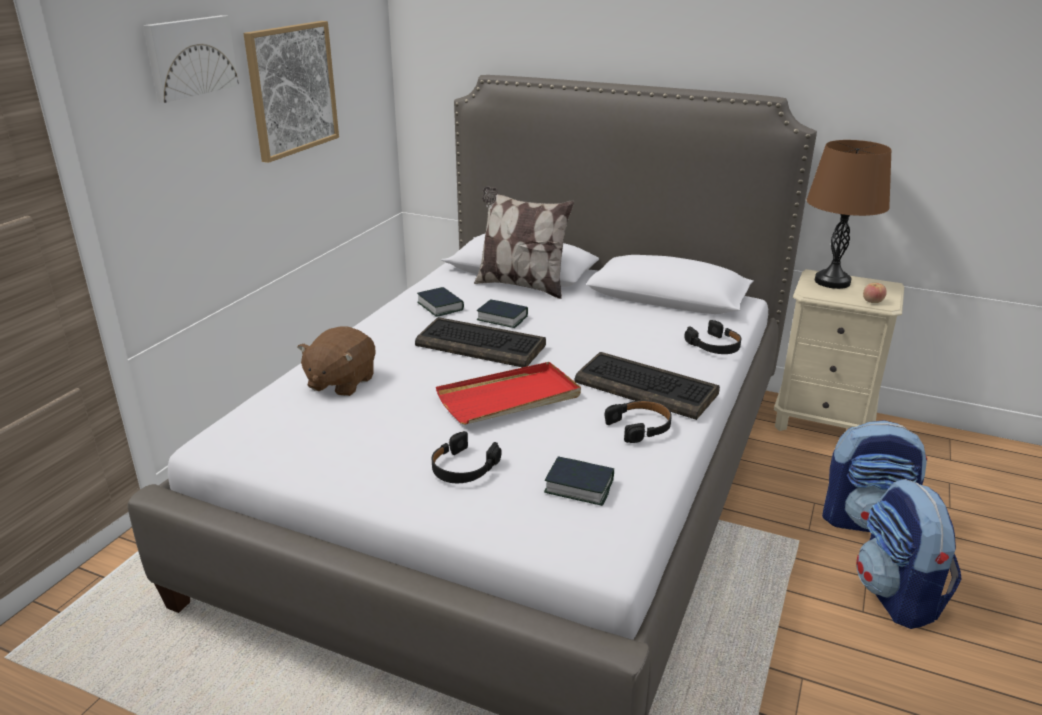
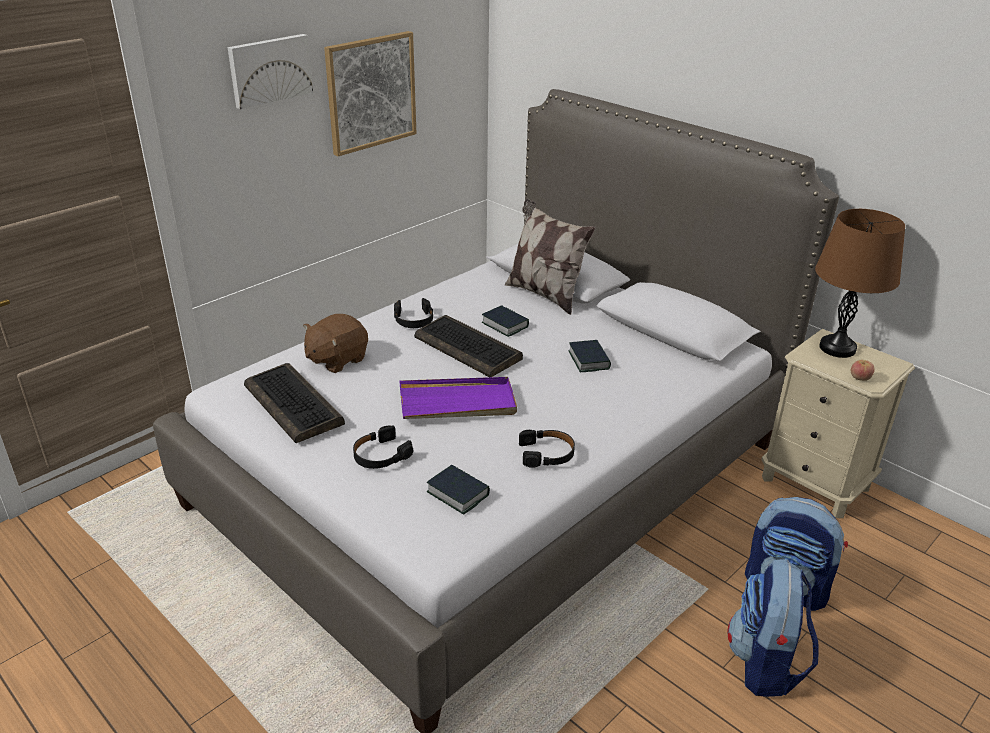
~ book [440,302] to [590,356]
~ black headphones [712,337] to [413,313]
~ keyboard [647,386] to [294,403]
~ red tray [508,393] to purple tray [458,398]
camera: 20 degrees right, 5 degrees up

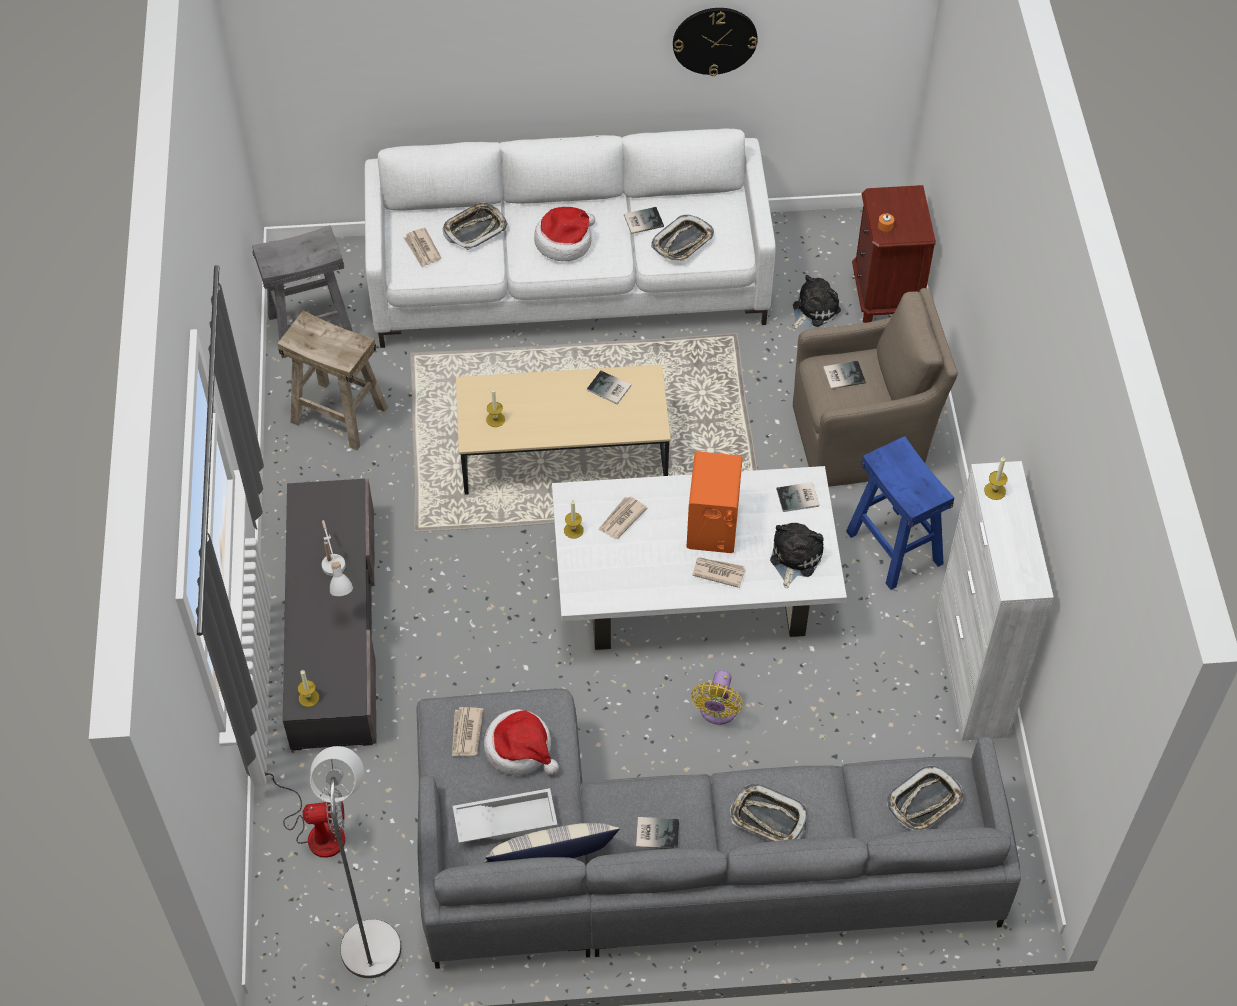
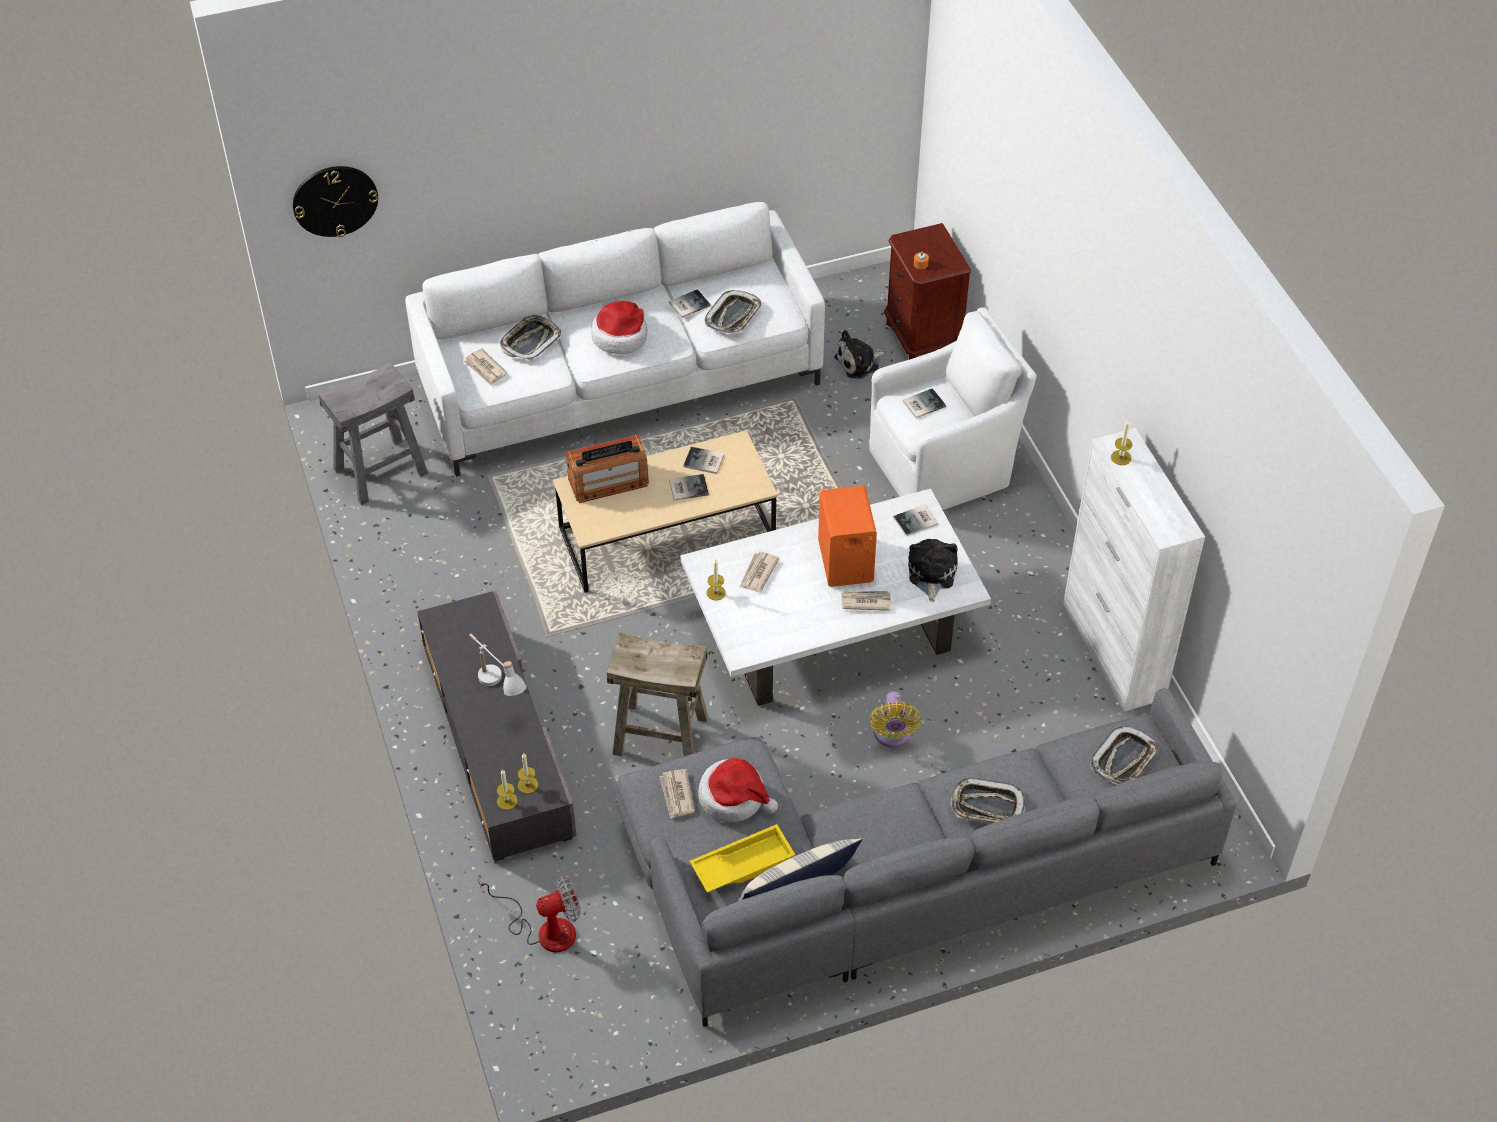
~ wall clock [715,42] to [335,201]
~ plush toy [817,302] = [859,354] 150 degrees counterclockwise
~ brown armchair [875,387] to white armchair [953,408]
~ beige stool [332,380] to [657,694]
~ candle [495,407] to [528,773]
- blue stool [900,513]
- grey floor lamp [355,862]
~ white tray [505,815] to yellow tray [742,858]
~ book [657,833] to [689,487]
+ radio [607,469]
camera: 15 degrees left, 5 degrees down

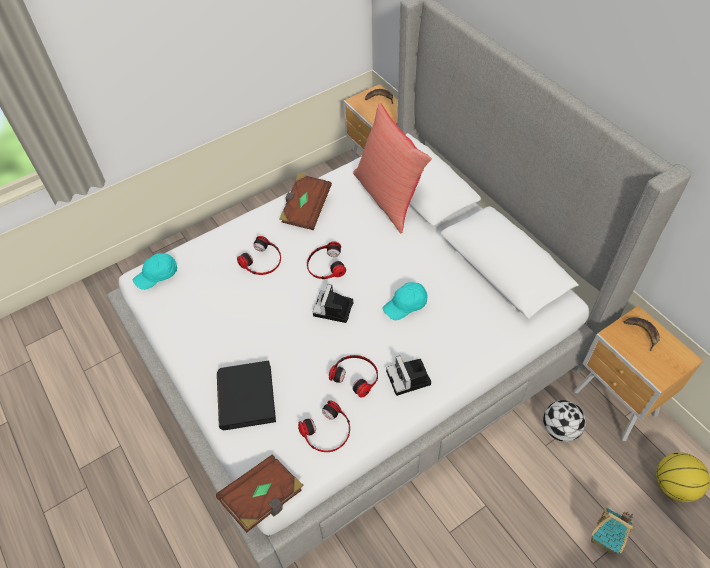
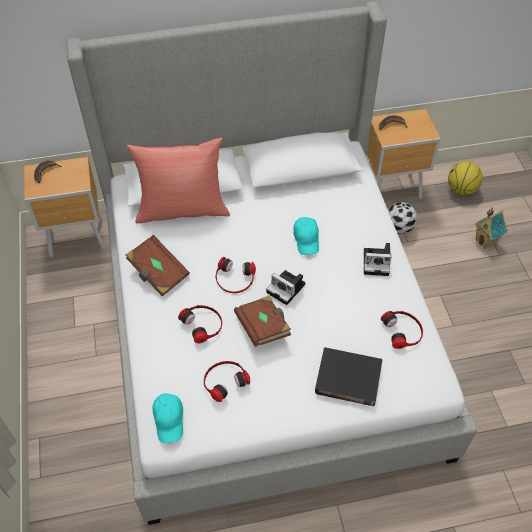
~ headphones [353,376] to [227,381]
~ brown book [260,494] to [262,321]
camera: 70 degrees left, 0 degrees up

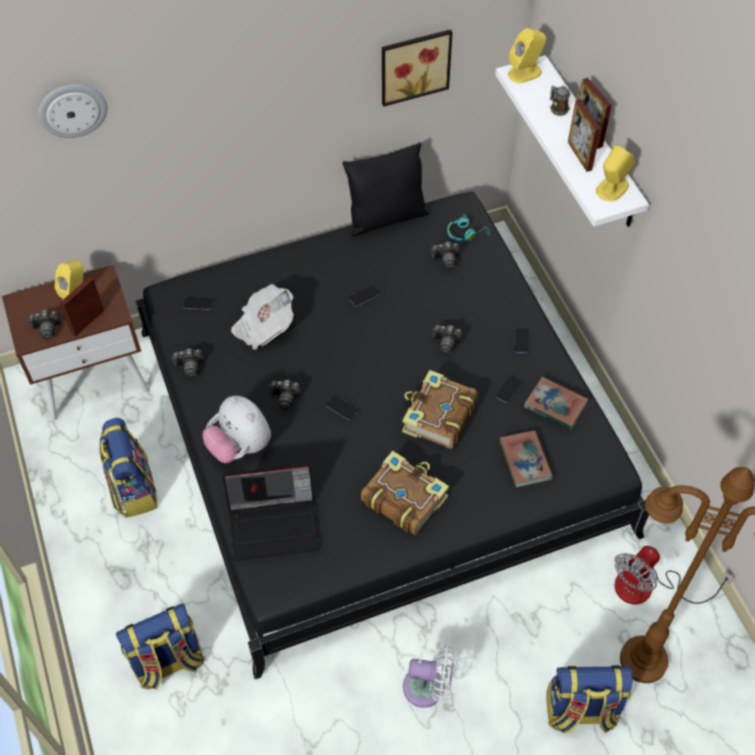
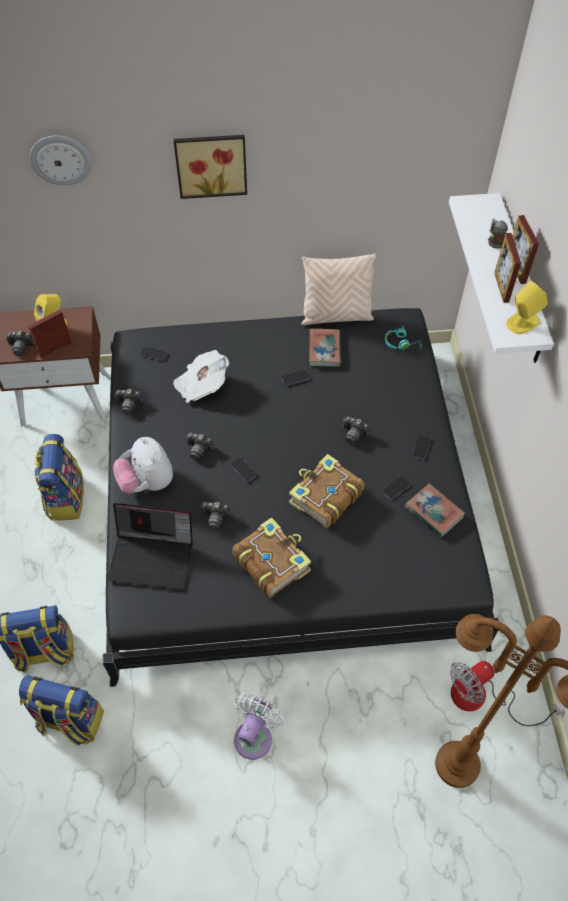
- yellow speaker [527,55]
~ picture [417,68] to [210,167]
~ black pillow [385,189] to beige pillow [339,289]
~ photo camera [445,255] to [215,516]
~ book [526,459] to [325,348]
~ white fan [429,676] = [259,727] 90 degrees counterclockwise
~ backpack [590,699] to [61,710]
camera: 15 degrees right, 0 degrees up

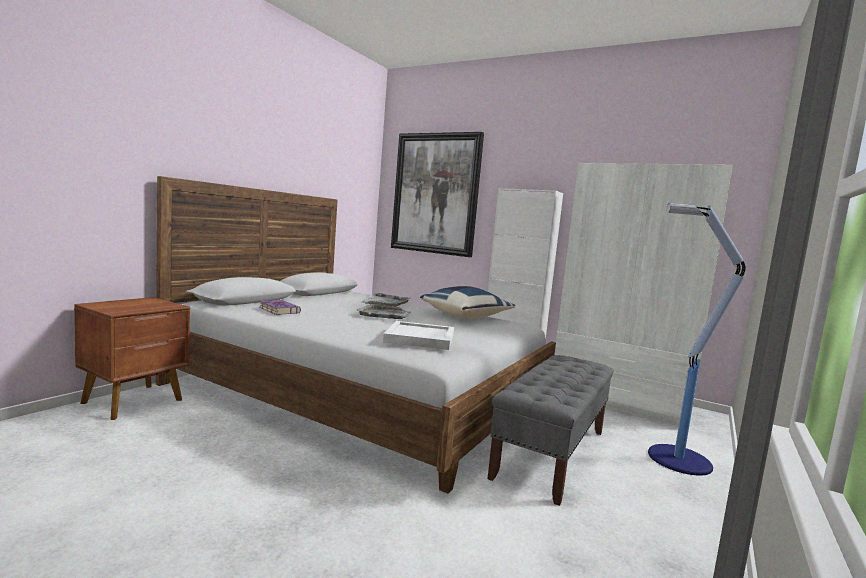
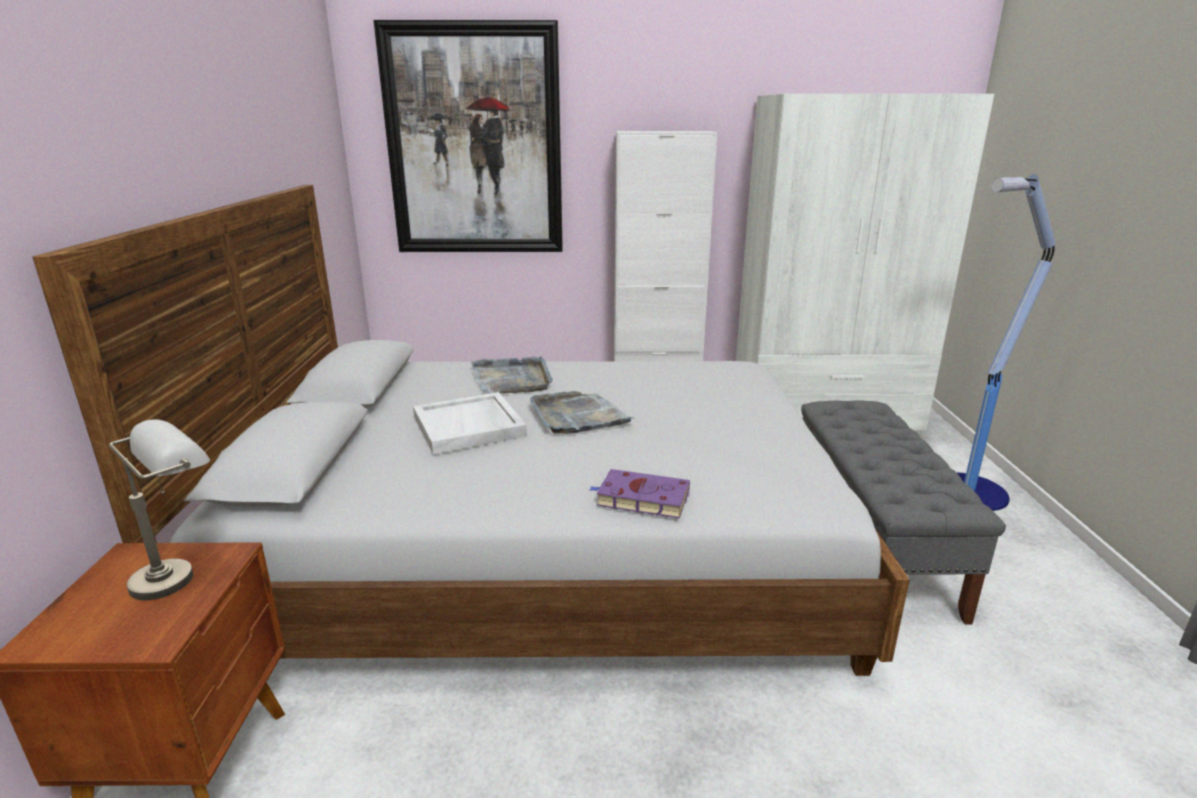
- blue pillow [467,302]
~ purple book [280,307] to [639,494]
~ white tray [418,335] to [470,423]
+ grey table lamp [159,509]
camera: 30 degrees left, 15 degrees up

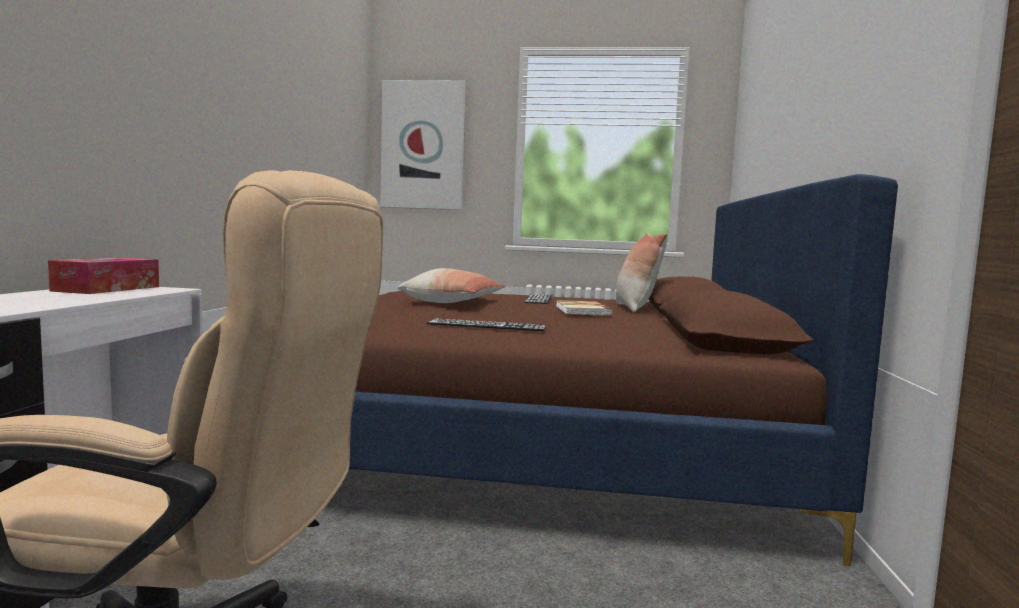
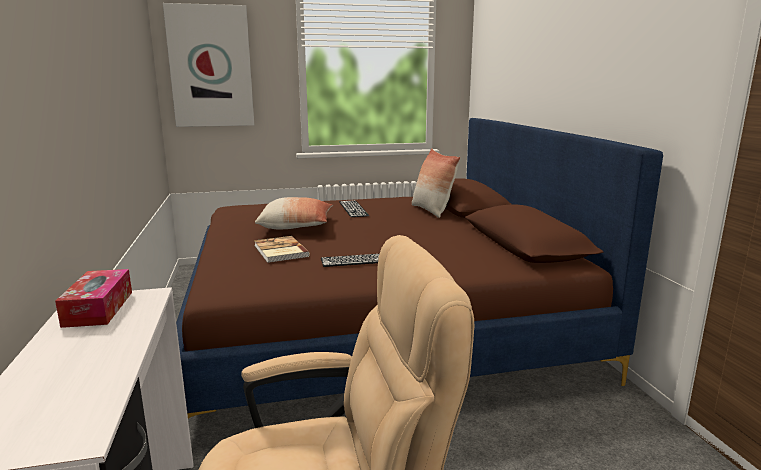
~ book [584,308] to [282,249]
camera: 20 degrees left, 10 degrees up

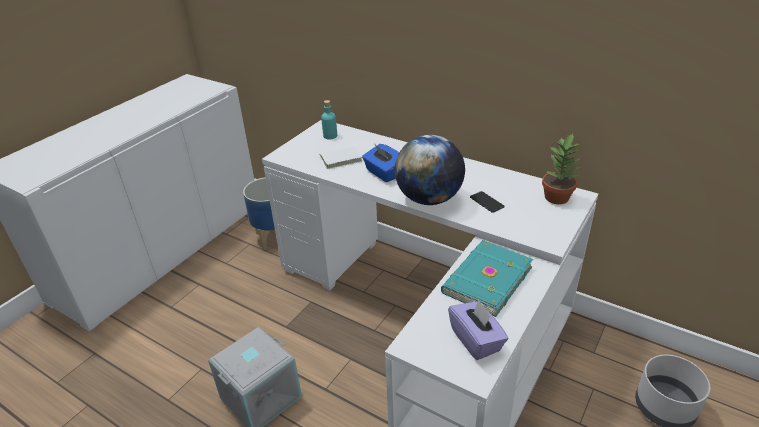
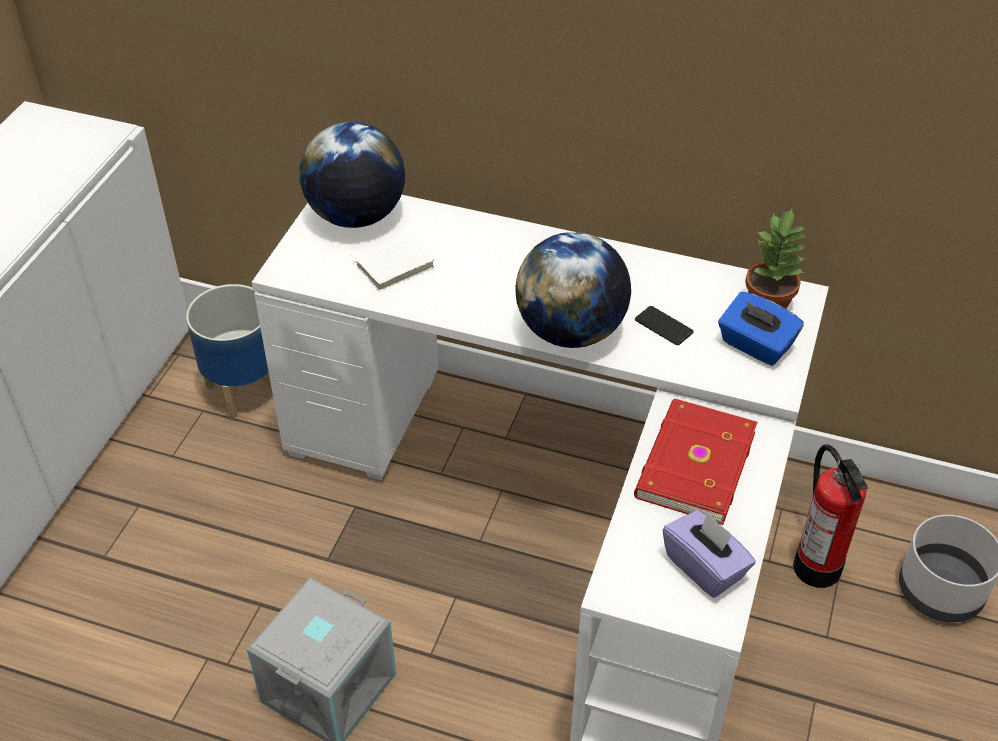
~ turquoise bottle [329,119] to globe [352,175]
~ blue tissue box [380,163] to [761,329]
~ turquoise book [487,278] to red book [696,462]
+ fire extinguisher [830,516]
camera: 15 degrees left, 10 degrees up

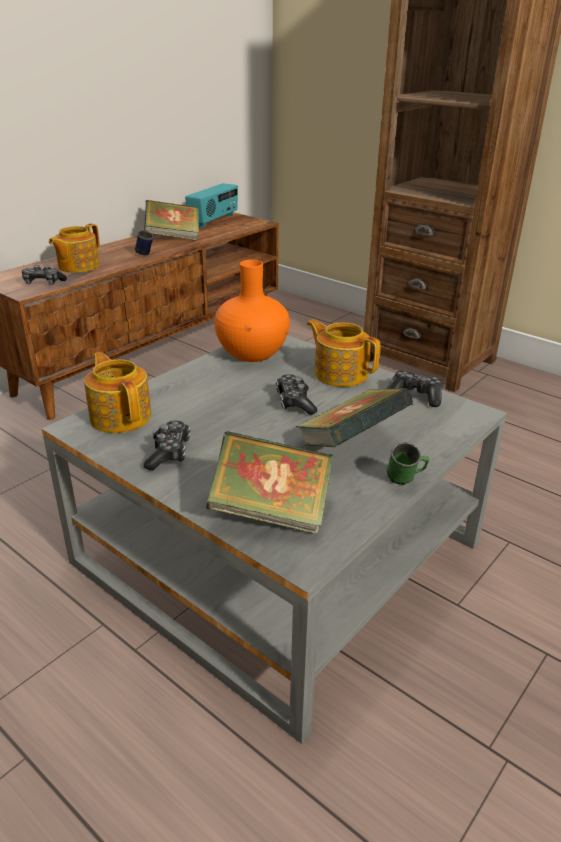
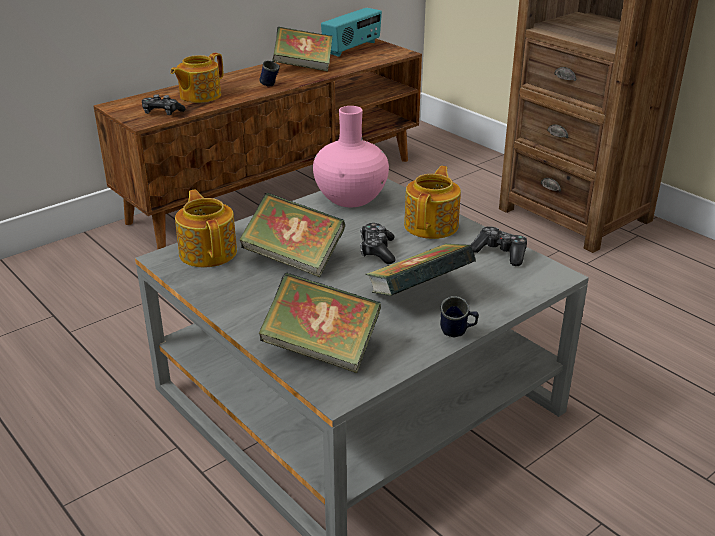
~ orange vase [252,311] to pink vase [351,156]
~ teapot [343,353] = [432,202] 60 degrees clockwise
- game controller [167,445]
~ green mug [408,463] to blue mug [459,317]
+ book [292,235]
camera: 10 degrees right, 0 degrees up

